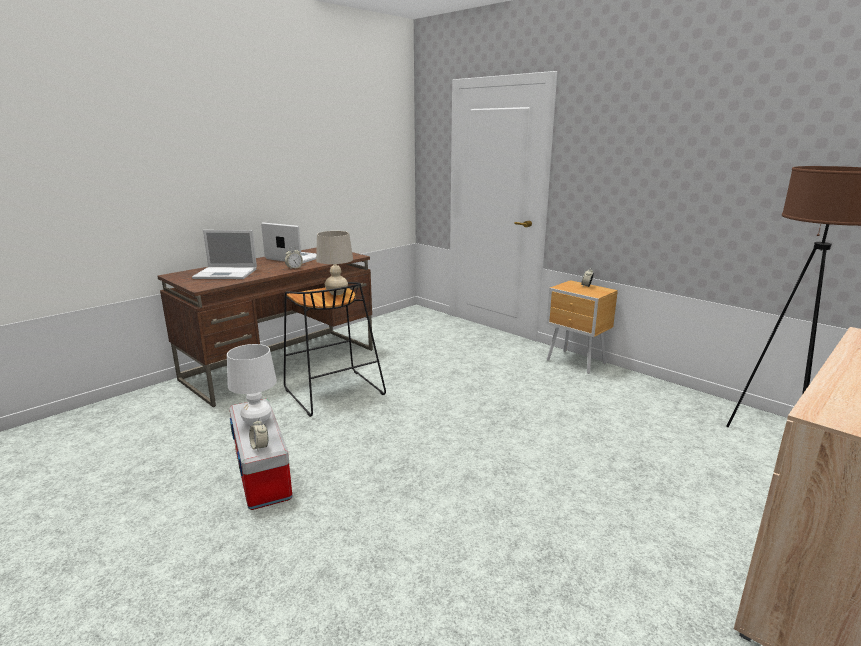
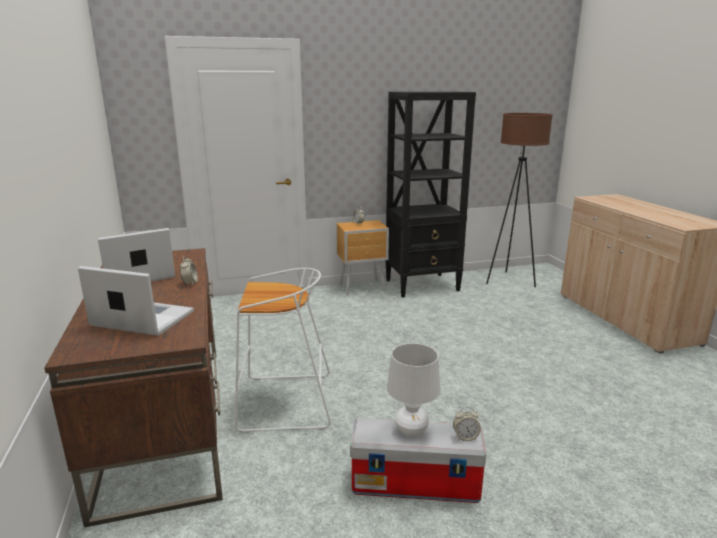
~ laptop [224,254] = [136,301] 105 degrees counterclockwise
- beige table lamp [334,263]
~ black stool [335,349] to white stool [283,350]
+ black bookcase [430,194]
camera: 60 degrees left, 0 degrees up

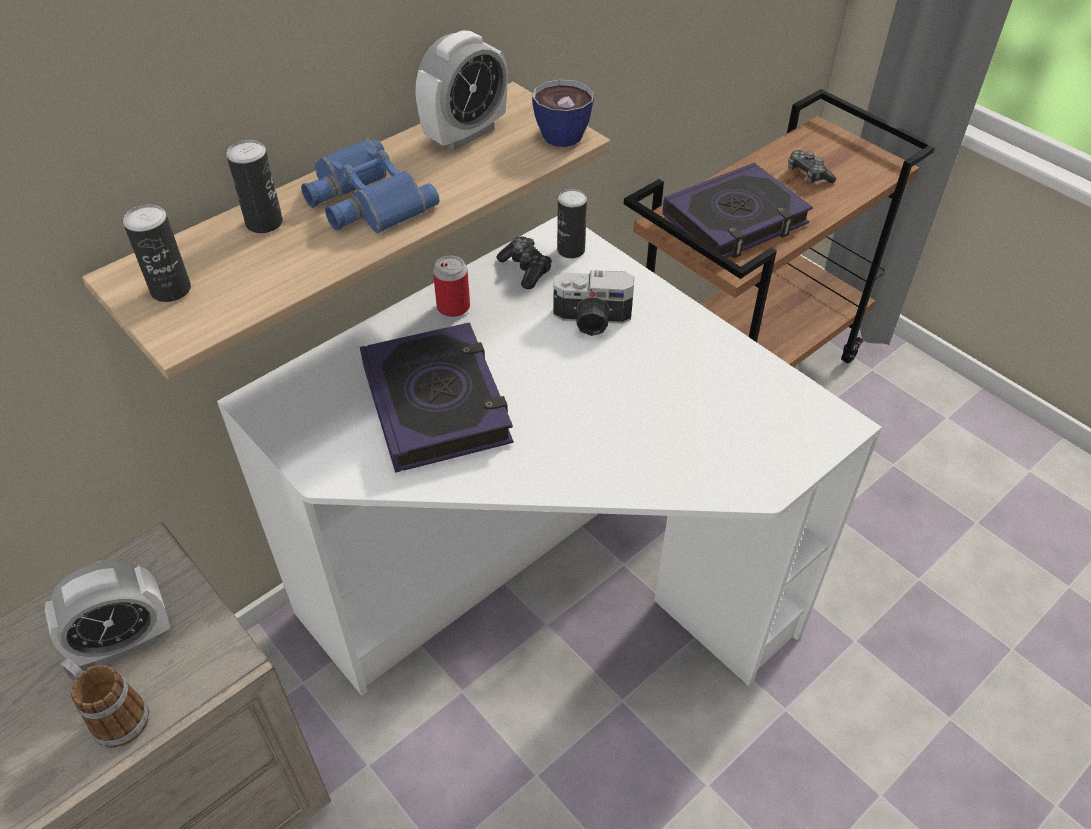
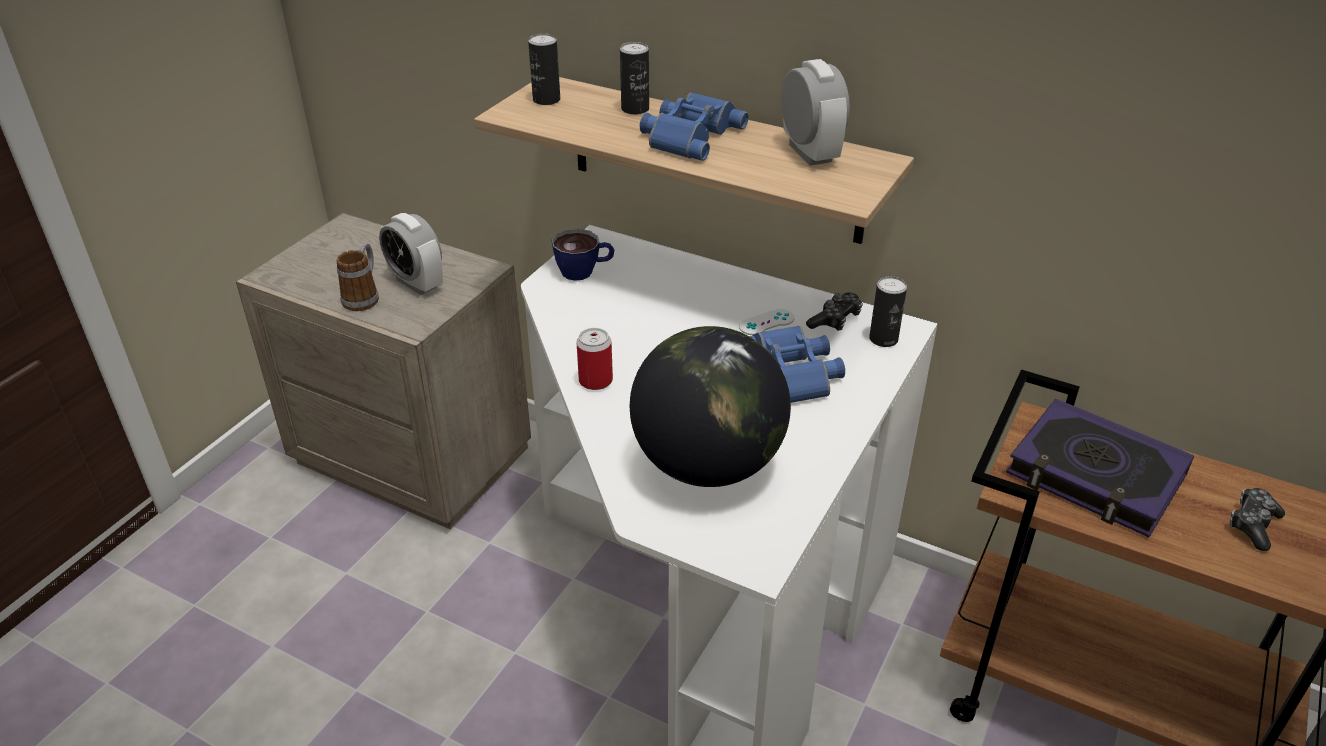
~ alarm clock [461,90] = [815,112] 135 degrees counterclockwise
~ cup [563,113] to [583,254]
~ can [451,286] to [594,359]
~ photo camera [593,303] to blue binoculars [797,364]
- book [436,397]
+ white game controller [767,322]
+ globe [710,406]
camera: 70 degrees right, 10 degrees down

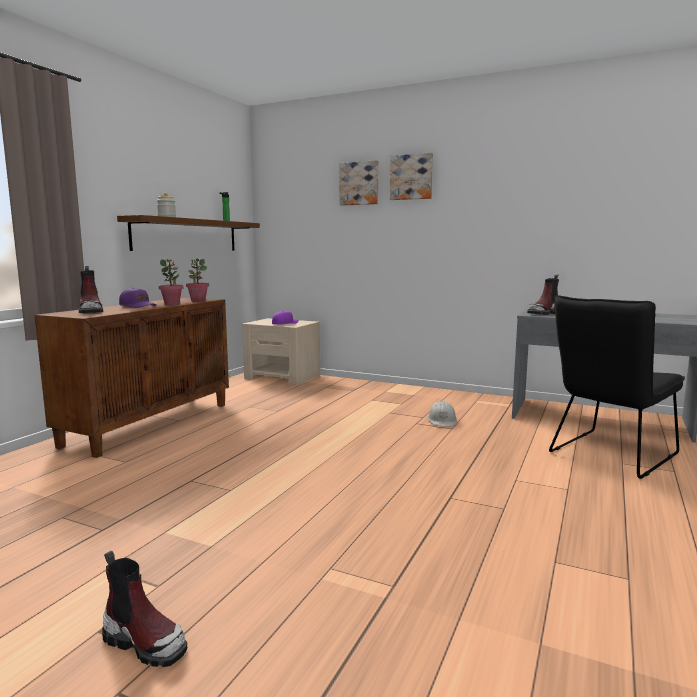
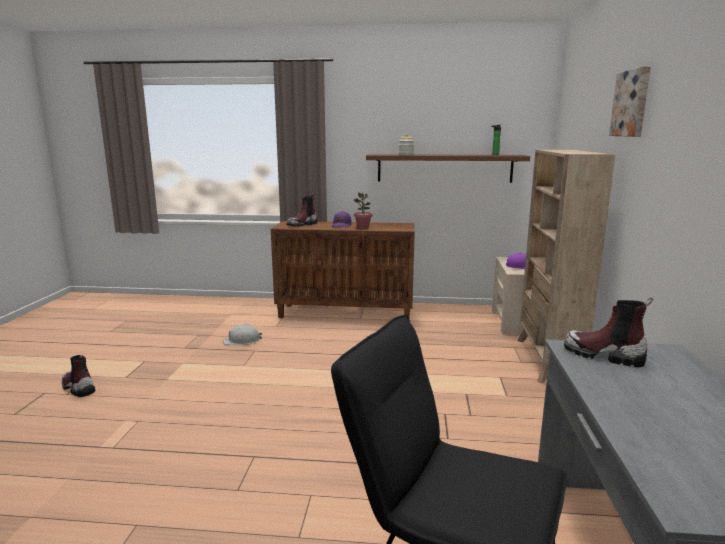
- picture [359,183]
- potted plant [197,280]
~ white hard hat [442,414] to [242,334]
~ boot [144,609] = [78,376] 120 degrees clockwise
+ beige bookcase [566,266]
camera: 70 degrees right, 5 degrees up

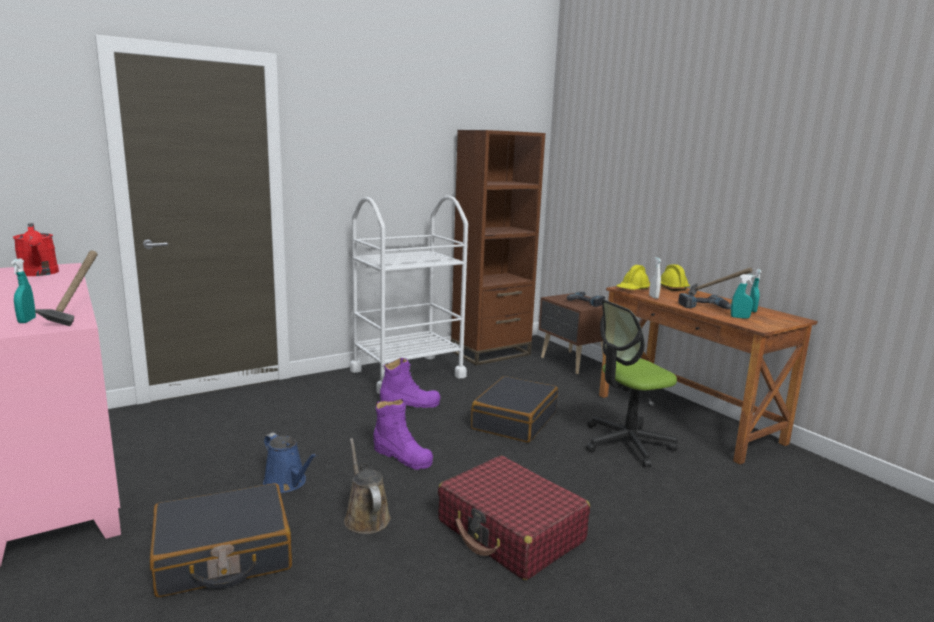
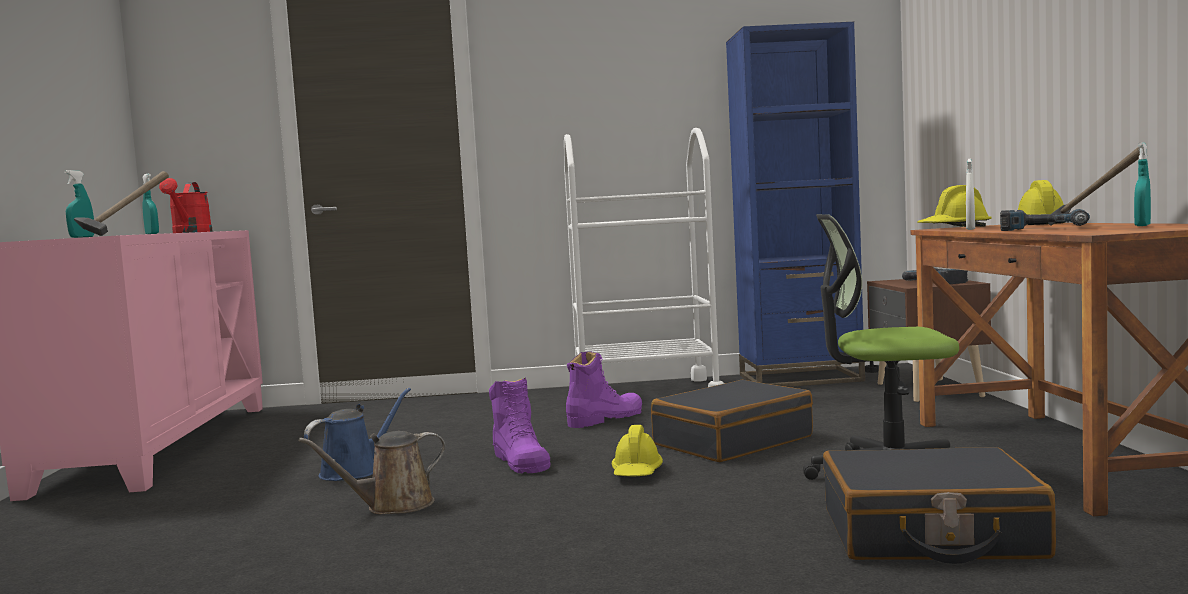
~ brown bookcase [498,247] to blue bookcase [795,204]
~ turquoise spray bottle [743,296] to [150,203]
~ purple boot [410,383] = [604,390] 60 degrees counterclockwise
~ blue watering can [290,463] = [357,434] 120 degrees counterclockwise
~ brown watering can [367,486] = [372,473] 120 degrees counterclockwise
- red suitcase [514,518]
~ black suitcase [221,540] to [939,505]
+ yellow hard hat [637,451]
camera: 30 degrees right, 10 degrees down

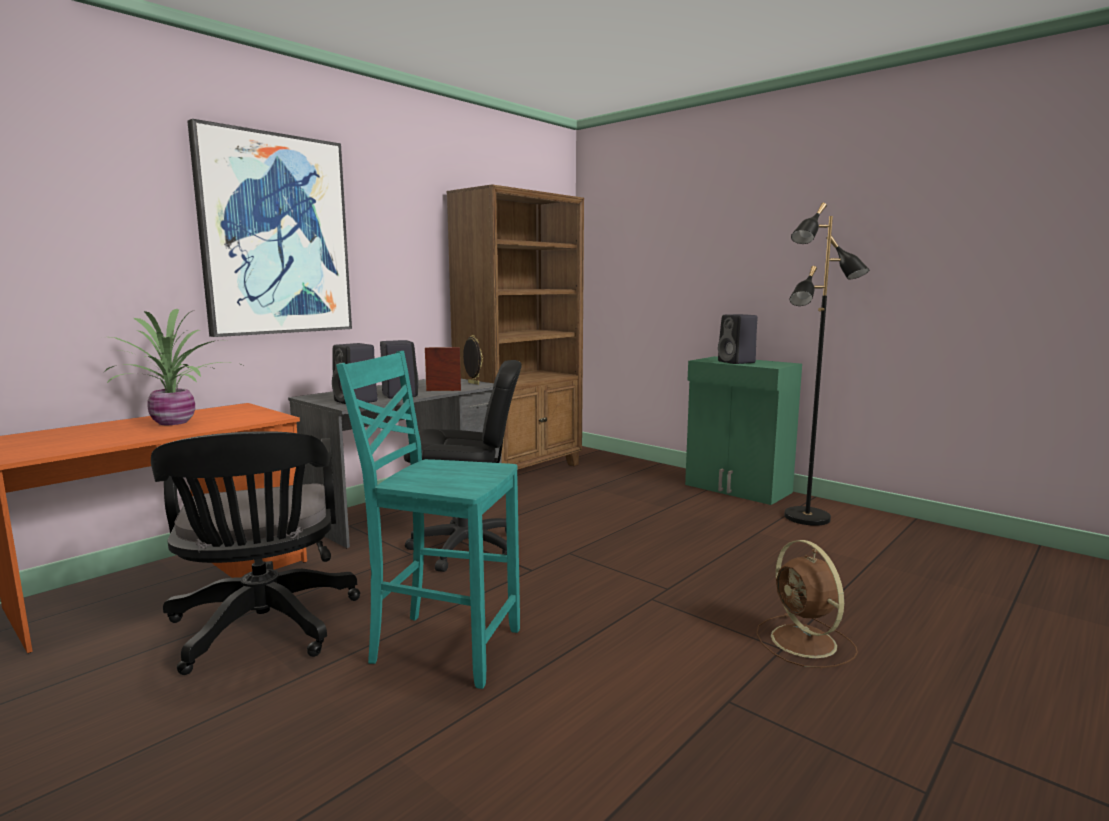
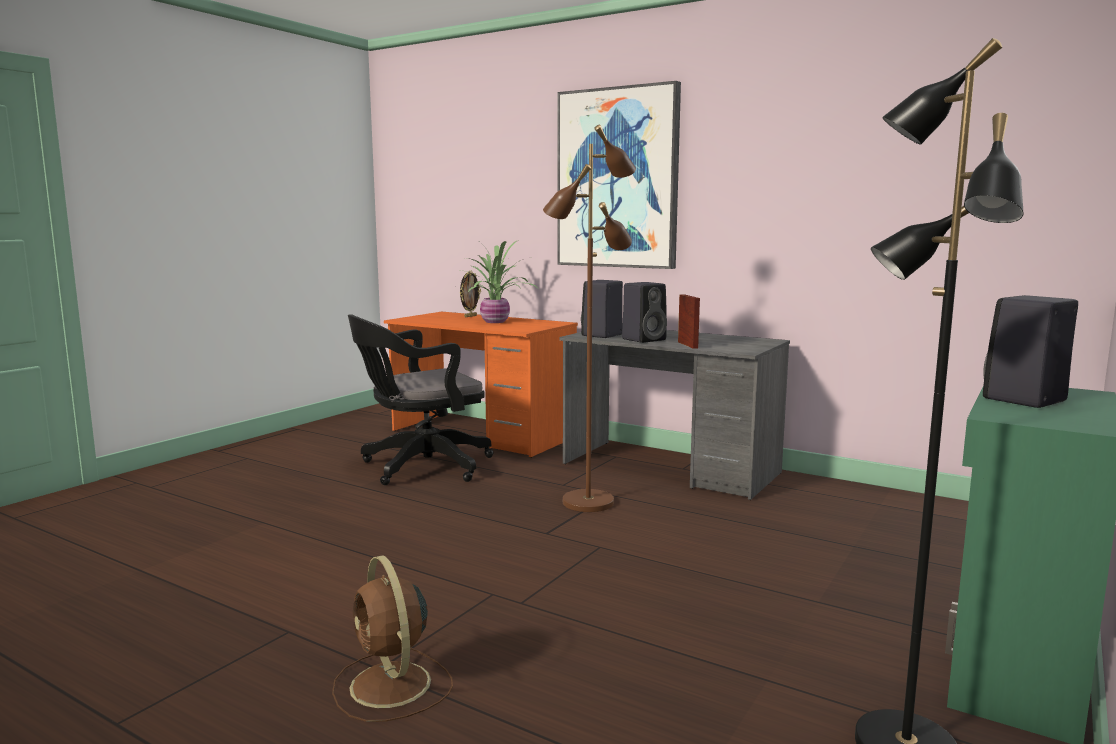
- brown bookcase [515,327]
~ picture frame [473,360] to [470,294]
- turquoise chair [428,520]
~ black office chair [463,466] to brown floor lamp [589,318]
~ brown fan [807,604] = [392,638] 90 degrees counterclockwise
camera: 80 degrees right, 0 degrees up

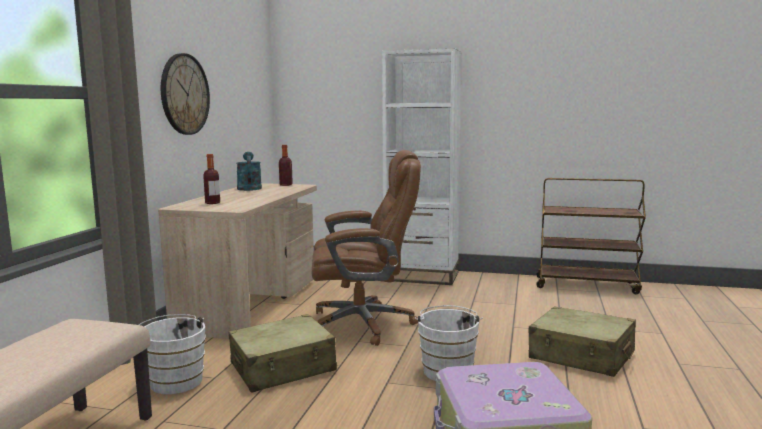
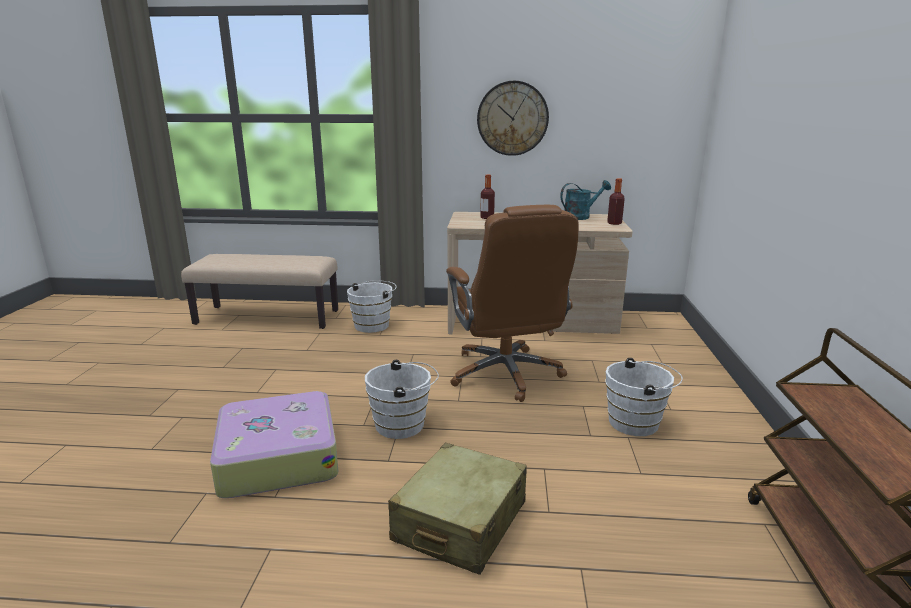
- white bookcase [422,166]
- beige suitcase [283,353]
+ white bucket [644,397]
camera: 80 degrees right, 10 degrees up

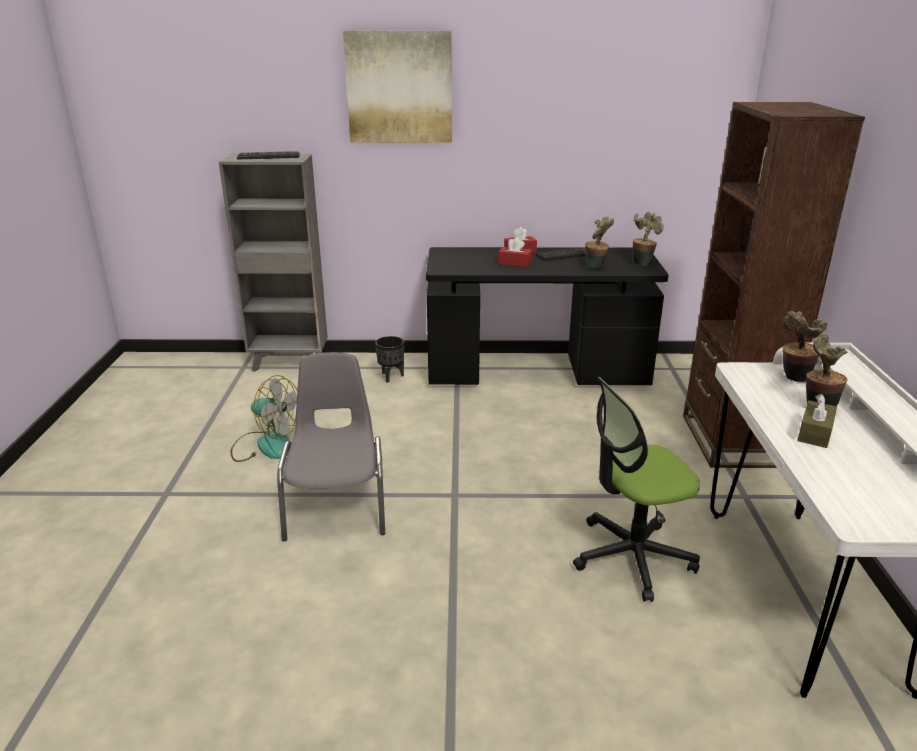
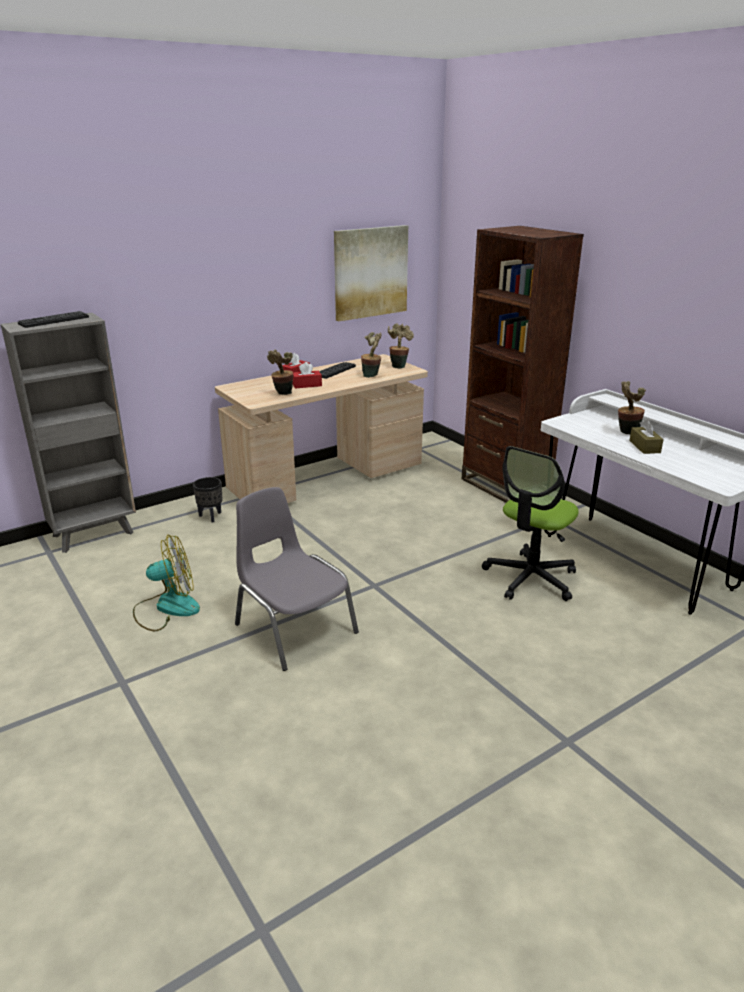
~ picture [397,86] to [371,273]
~ black desk [547,316] to beige desk [321,428]
~ potted plant [805,346] to [280,372]
camera: 35 degrees left, 0 degrees up

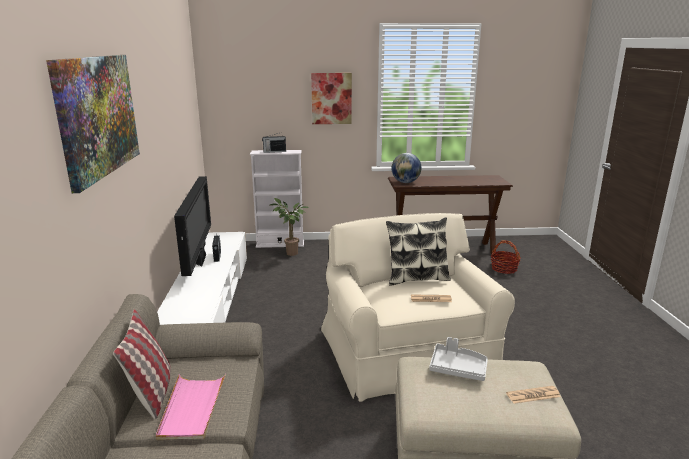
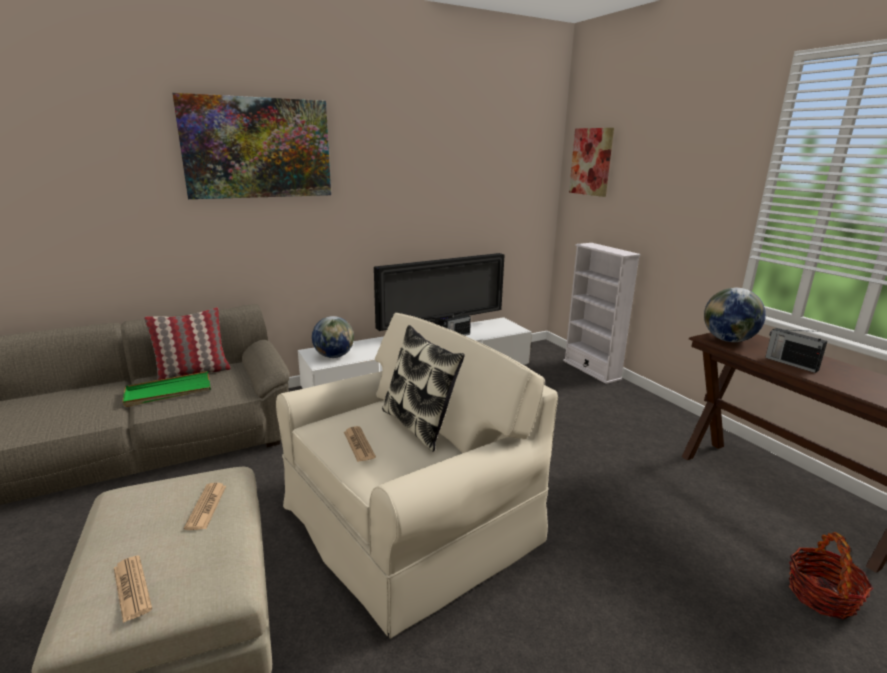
~ picture [331,98] to [591,162]
~ radio [274,142] to [796,350]
- potted plant [289,227]
~ grey tray [458,359] to newspaper [205,506]
~ pink tray [191,407] to green tray [166,389]
+ globe [333,337]
camera: 65 degrees right, 0 degrees up

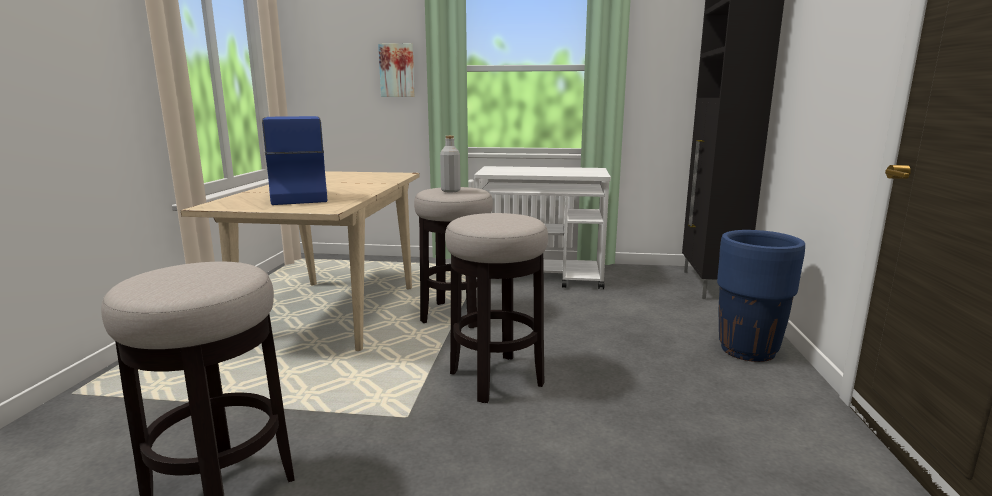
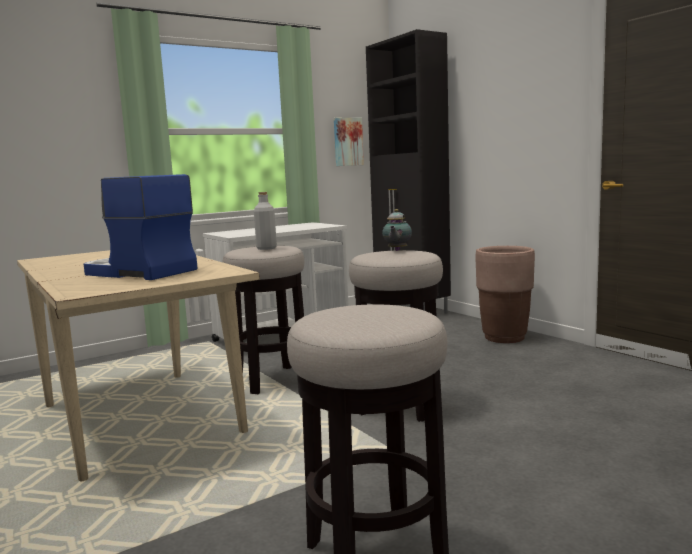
~ picture [396,70] to [349,142]
~ blue planter [761,296] to brown planter [505,294]
+ teapot [397,230]
camera: 40 degrees left, 5 degrees down

